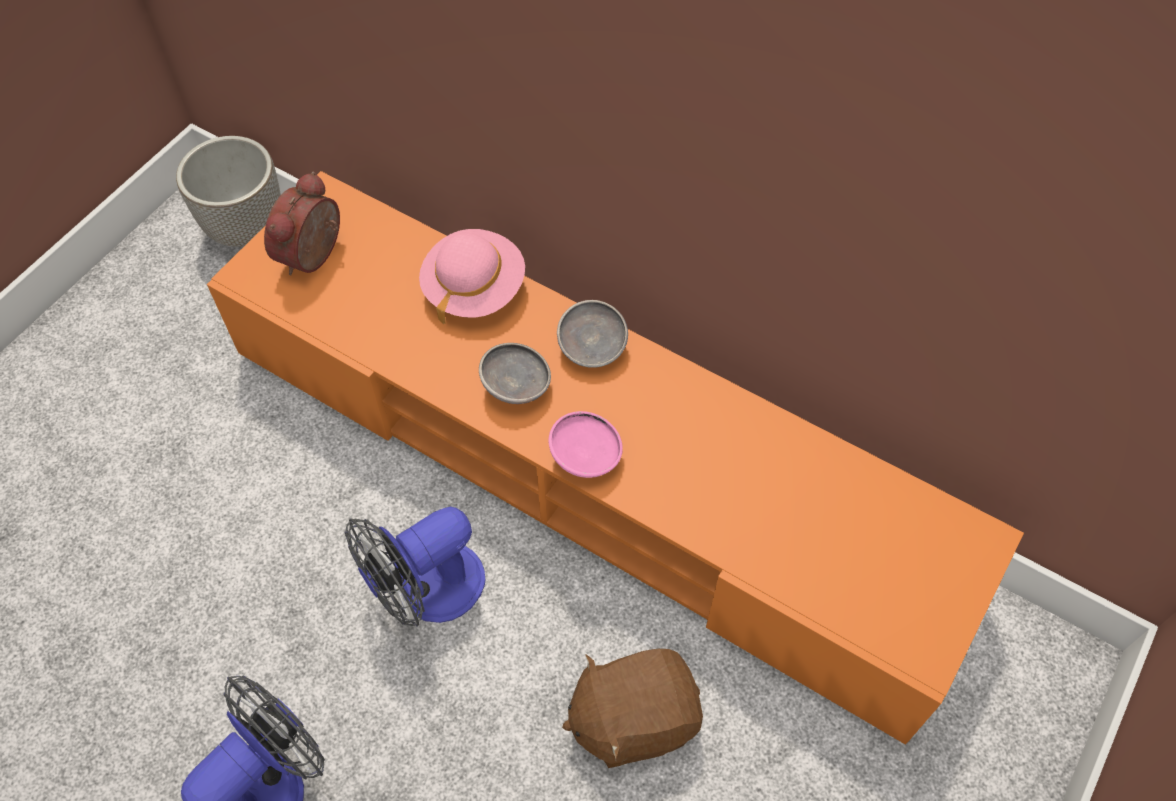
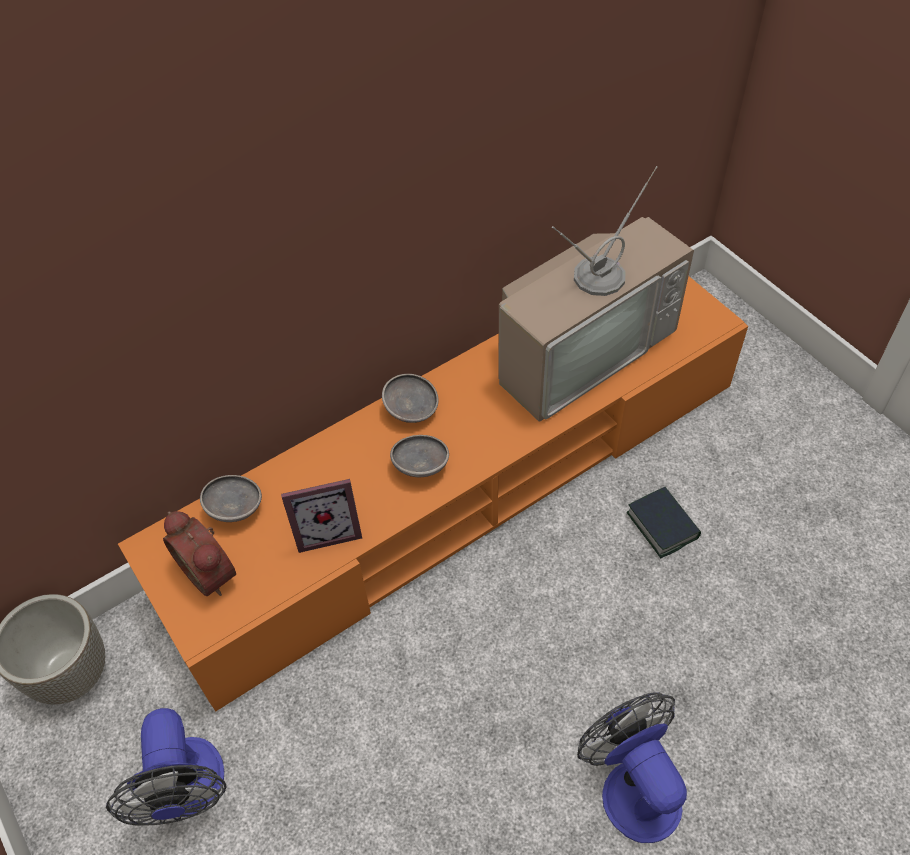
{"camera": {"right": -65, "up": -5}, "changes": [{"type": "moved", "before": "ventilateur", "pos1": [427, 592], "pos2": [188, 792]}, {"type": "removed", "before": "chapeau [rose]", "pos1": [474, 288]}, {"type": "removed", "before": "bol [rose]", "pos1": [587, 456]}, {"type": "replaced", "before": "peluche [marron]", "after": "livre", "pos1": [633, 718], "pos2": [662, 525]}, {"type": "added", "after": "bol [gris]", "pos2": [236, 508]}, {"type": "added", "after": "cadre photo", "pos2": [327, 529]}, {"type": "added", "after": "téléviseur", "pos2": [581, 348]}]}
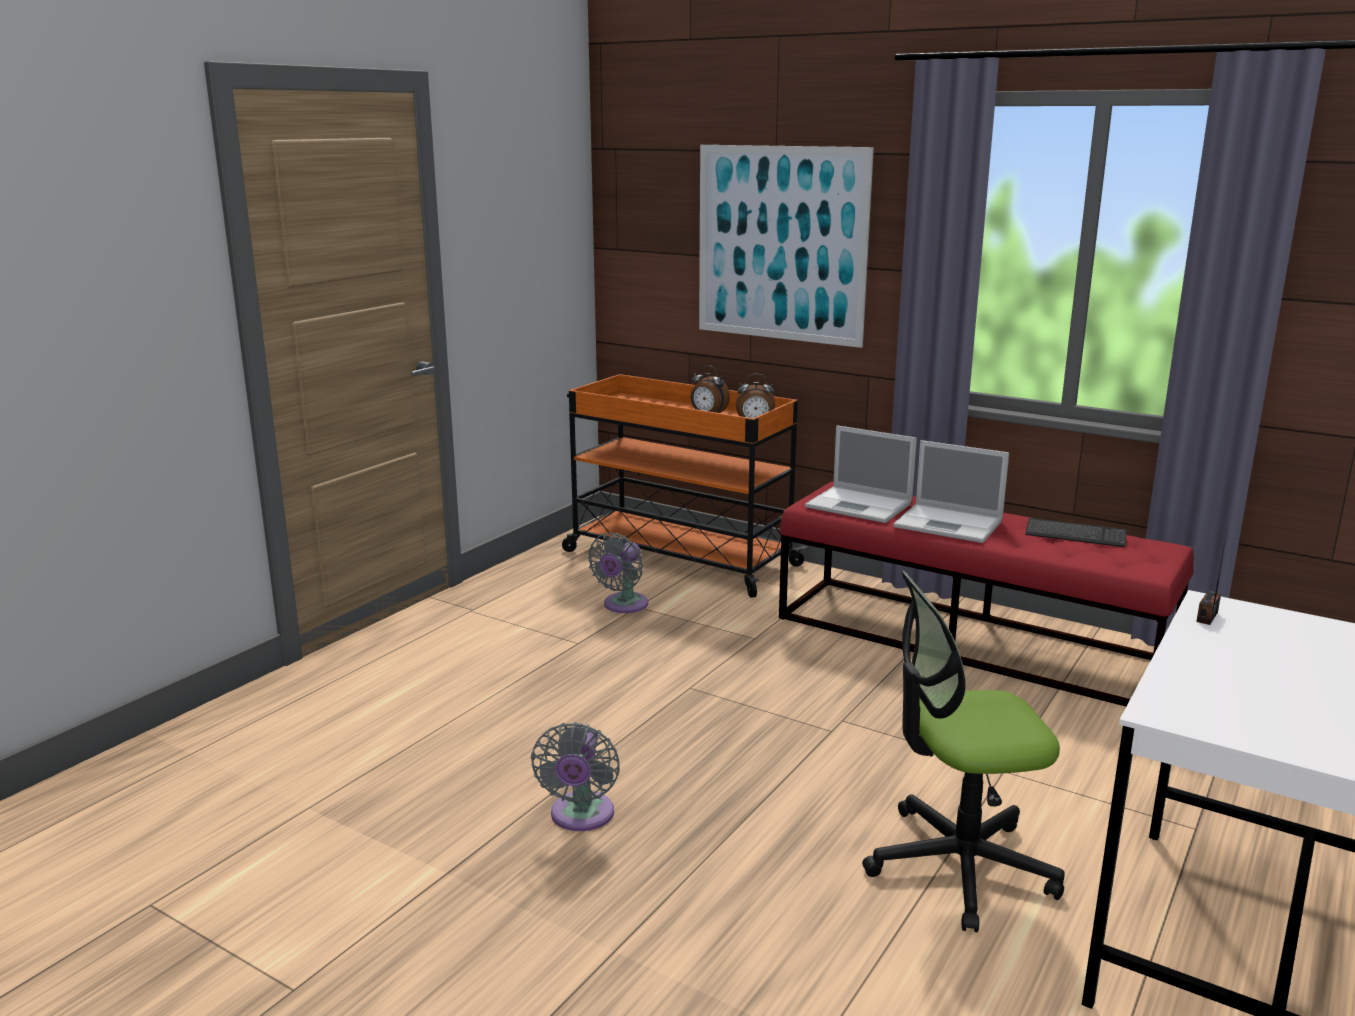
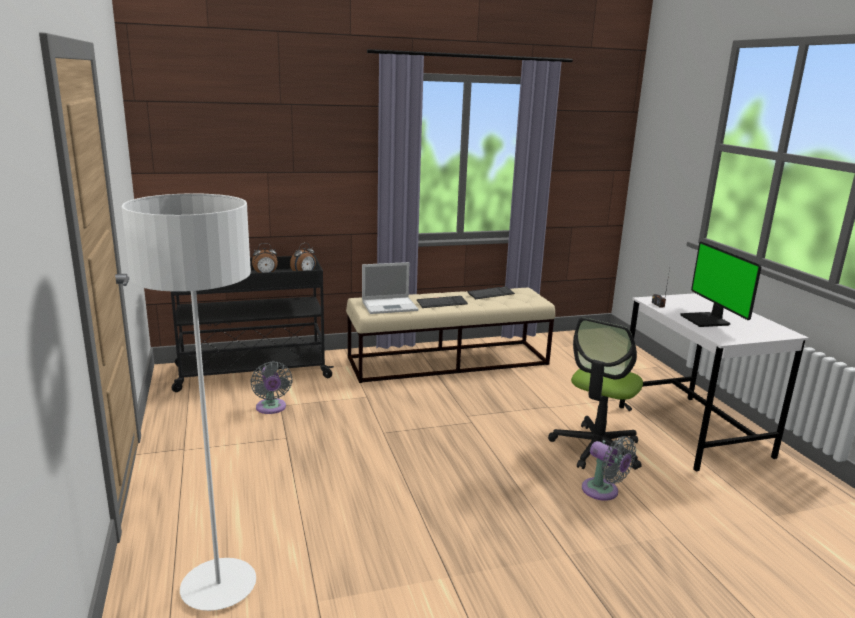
{"camera": {"right": -50, "up": 0}, "changes": [{"type": "moved", "before": "ventilateur [gris]", "pos1": [581, 817], "pos2": [603, 492]}, {"type": "recoloured", "before": "chariot [orange]", "after": "chariot [noir]", "pos1": [678, 557], "pos2": [251, 372]}, {"type": "removed", "before": "tableau", "pos1": [781, 244]}, {"type": "recoloured", "before": "banc [rouge]", "after": "banc [beige]", "pos1": [969, 640], "pos2": [449, 361]}, {"type": "replaced", "before": "ordinateur portable", "after": "clavier", "pos1": [950, 524], "pos2": [442, 303]}, {"type": "added", "after": "lampadaire [blanc]", "pos2": [218, 587]}, {"type": "added", "after": "écran d'ordinateur", "pos2": [707, 320]}]}
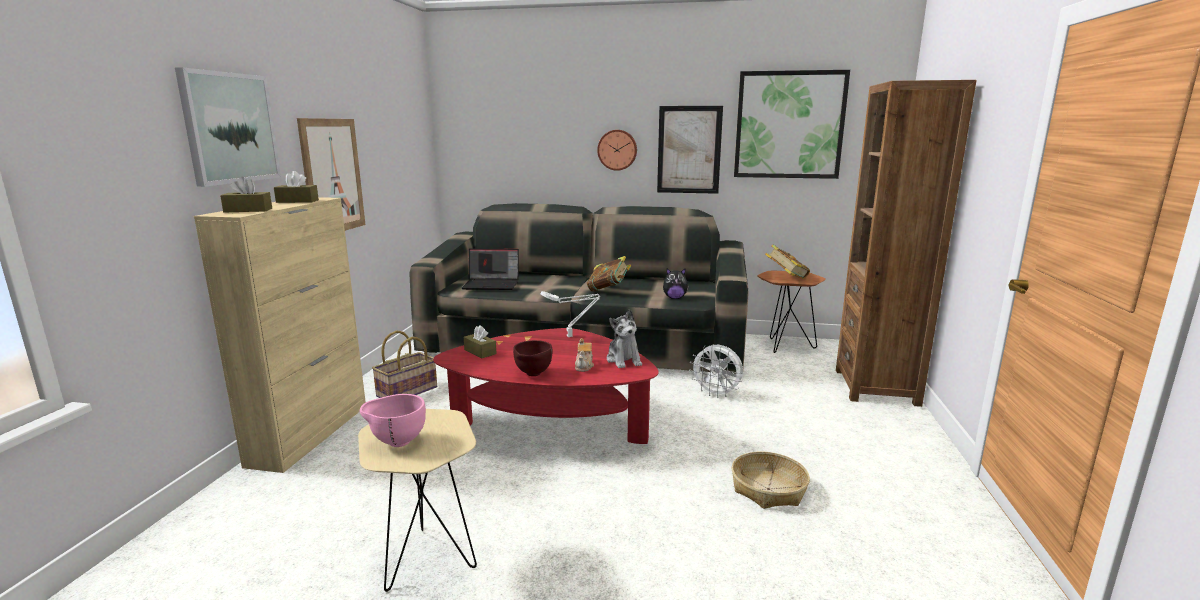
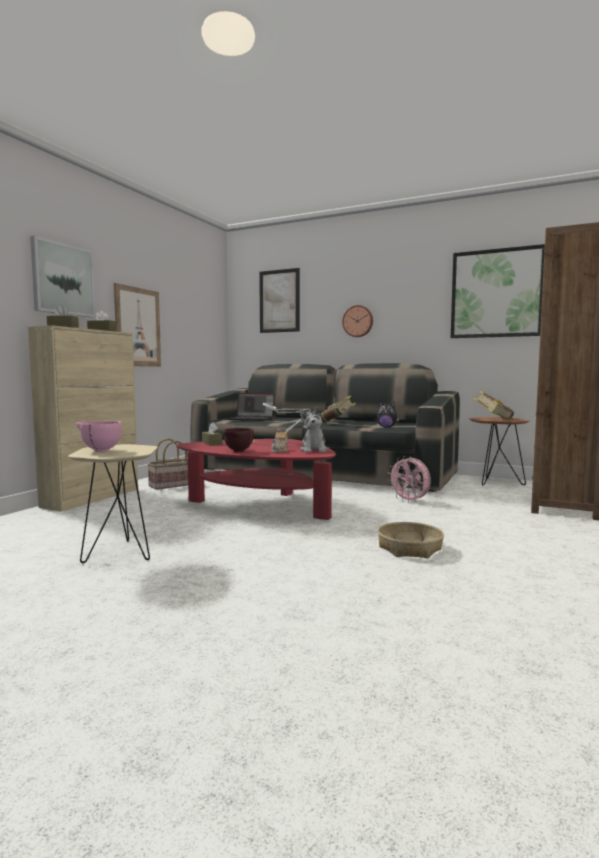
{"camera": {"right": 15, "up": -10}, "changes": [{"type": "moved", "before": "tableau", "pos1": [689, 150], "pos2": [279, 301]}, {"type": "recoloured", "before": "ventilateur [blanc]", "after": "ventilateur [rose]", "pos1": [716, 394], "pos2": [410, 501]}]}
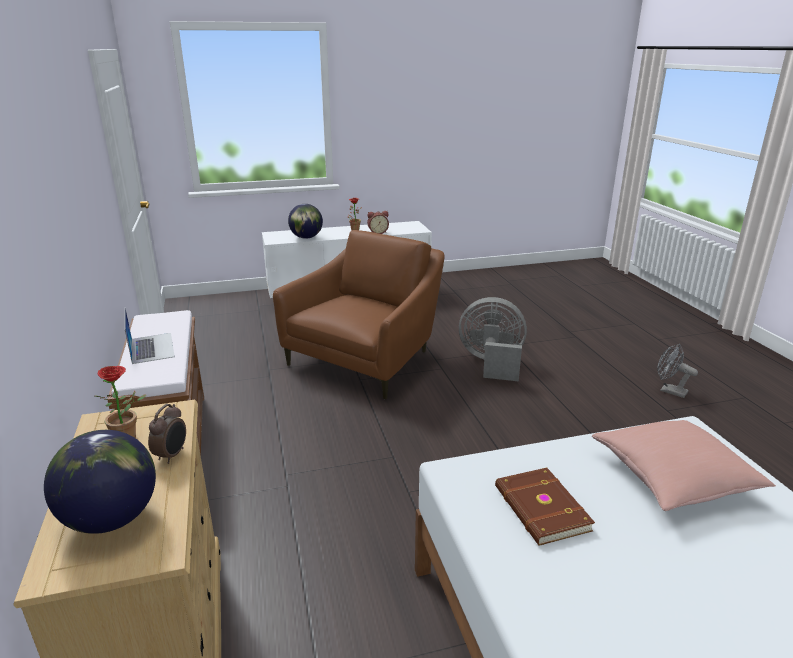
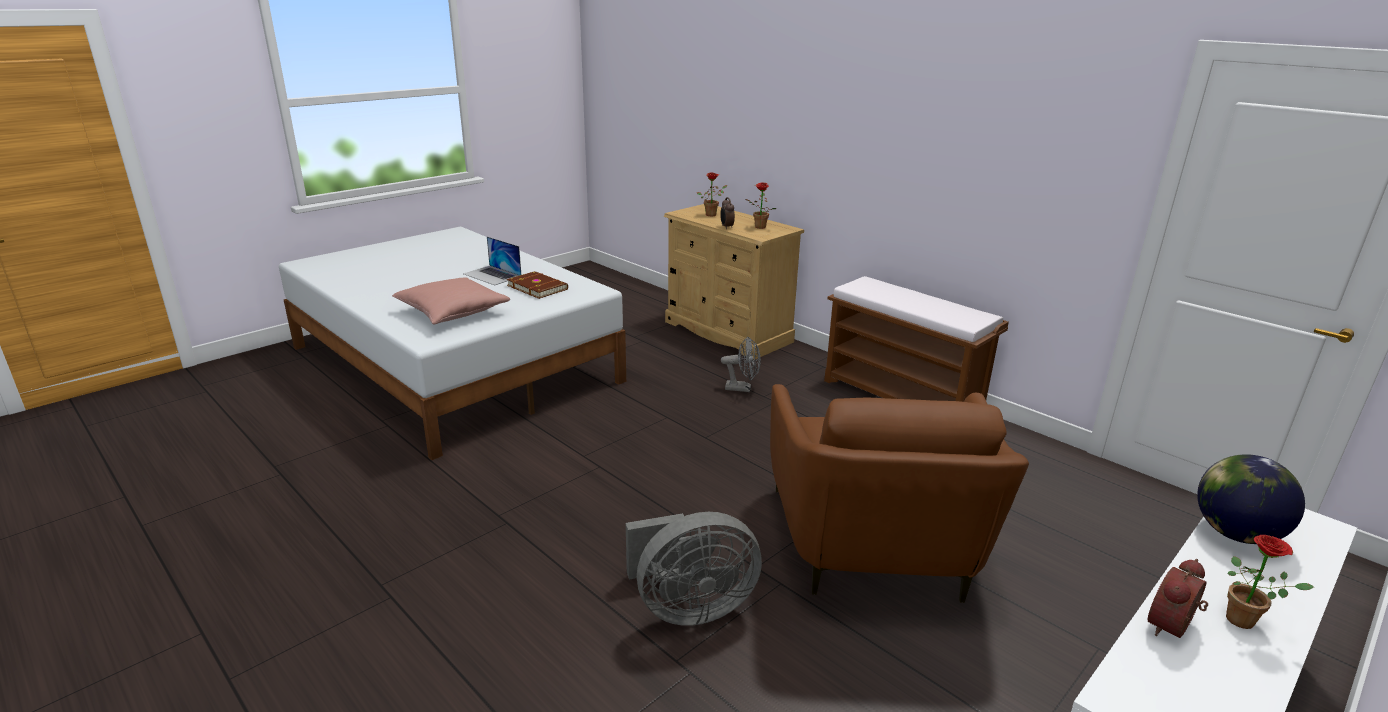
{"camera": {"right": 150, "up": 0}, "changes": [{"type": "replaced", "before": "globe", "after": "plante en pot", "pos1": [111, 519], "pos2": [712, 214]}, {"type": "moved", "before": "ordinateur portable", "pos1": [152, 348], "pos2": [492, 275]}, {"type": "moved", "before": "ventilateur [gris]", "pos1": [669, 391], "pos2": [742, 388]}]}
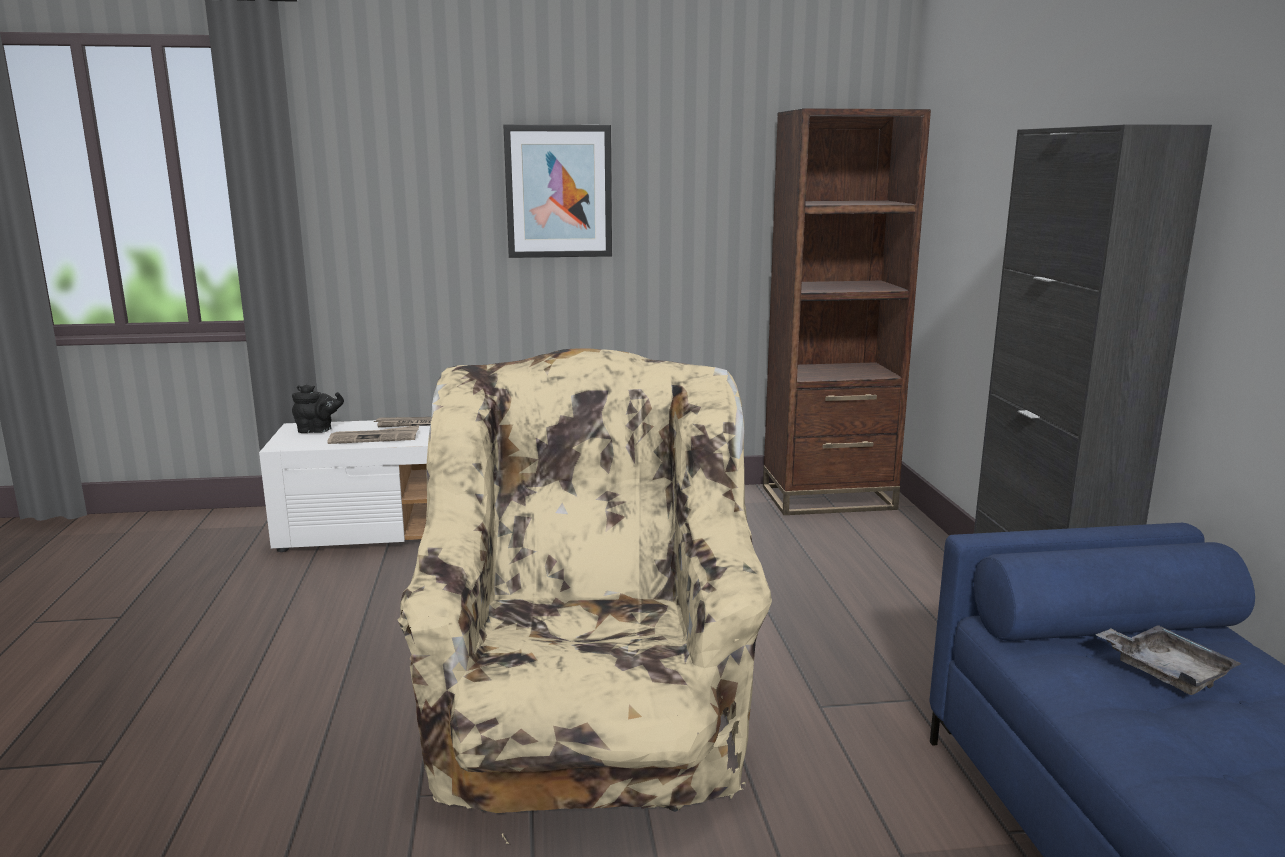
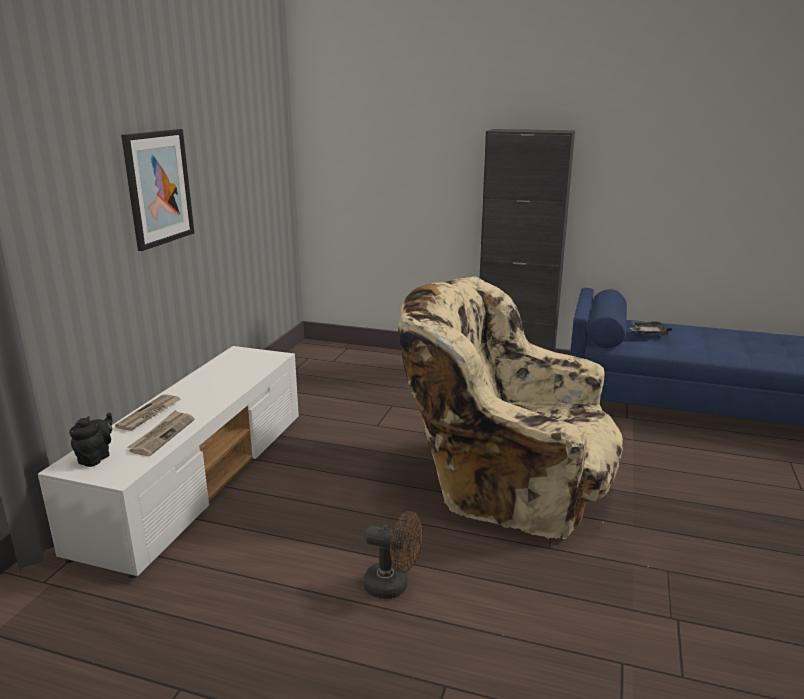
{"camera": {"right": -65, "up": 5}, "changes": [{"type": "removed", "before": "bibliothèque [marron]", "pos1": [828, 498]}, {"type": "added", "after": "ventilateur [marron]", "pos2": [393, 586]}]}
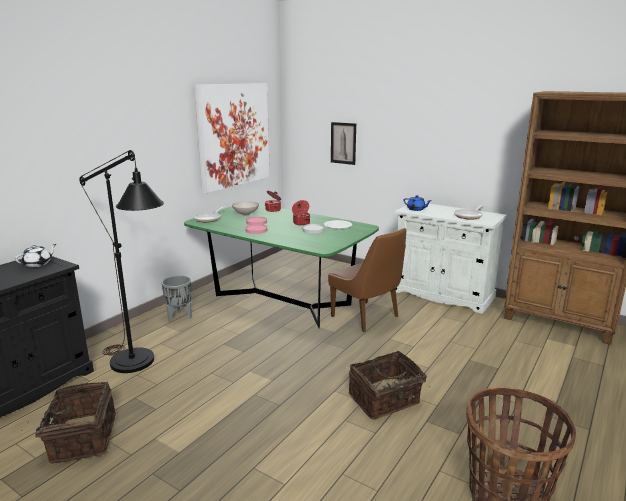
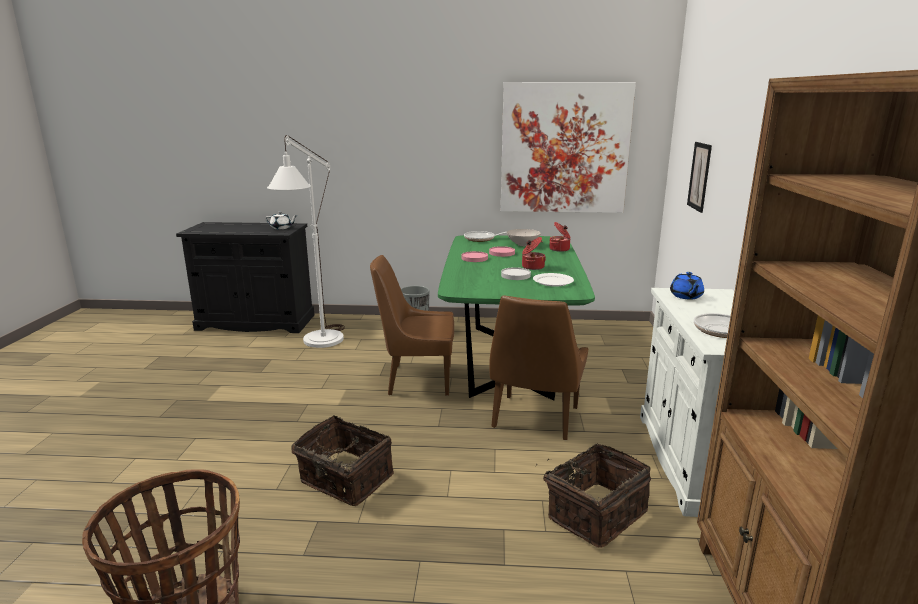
{"camera": {"right": 60, "up": 0}, "changes": [{"type": "moved", "before": "panier", "pos1": [81, 438], "pos2": [594, 513]}, {"type": "recoloured", "before": "lampadaire [noir]", "after": "lampadaire [blanc]", "pos1": [139, 365], "pos2": [319, 344]}, {"type": "added", "after": "chaise [marron]", "pos2": [417, 380]}]}
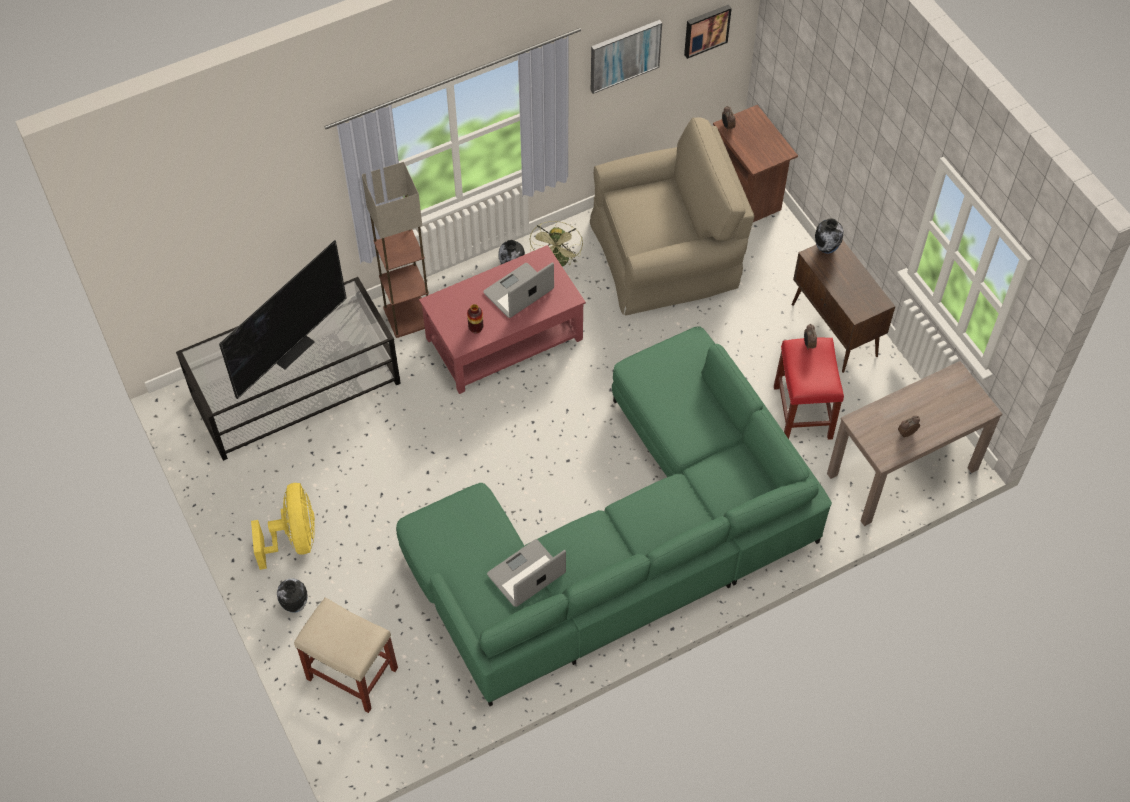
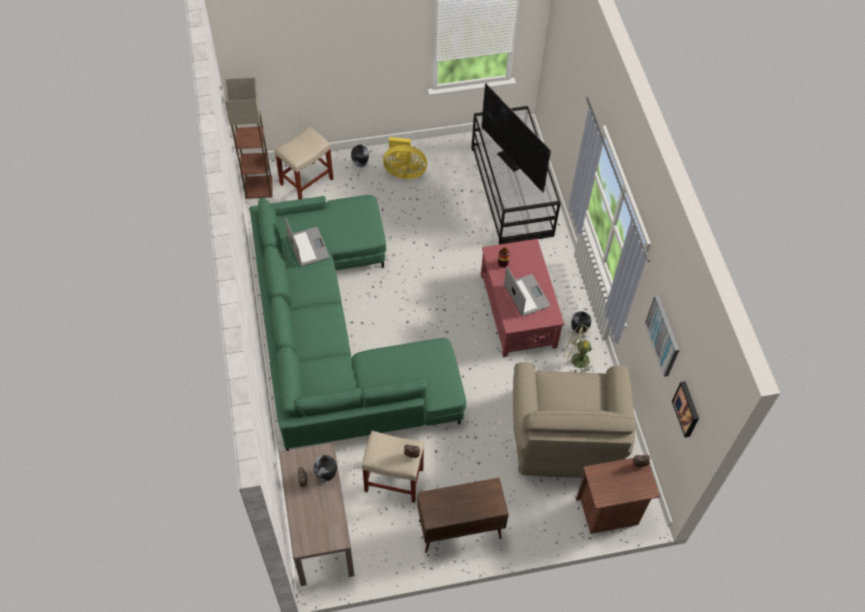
{"camera": {"right": 105, "up": 0}, "changes": [{"type": "moved", "before": "lampadaire", "pos1": [407, 316], "pos2": [259, 187]}, {"type": "recoloured", "before": "tabouret [rouge]", "after": "tabouret [beige]", "pos1": [803, 413], "pos2": [393, 479]}, {"type": "moved", "before": "vase", "pos1": [826, 249], "pos2": [326, 475]}]}
